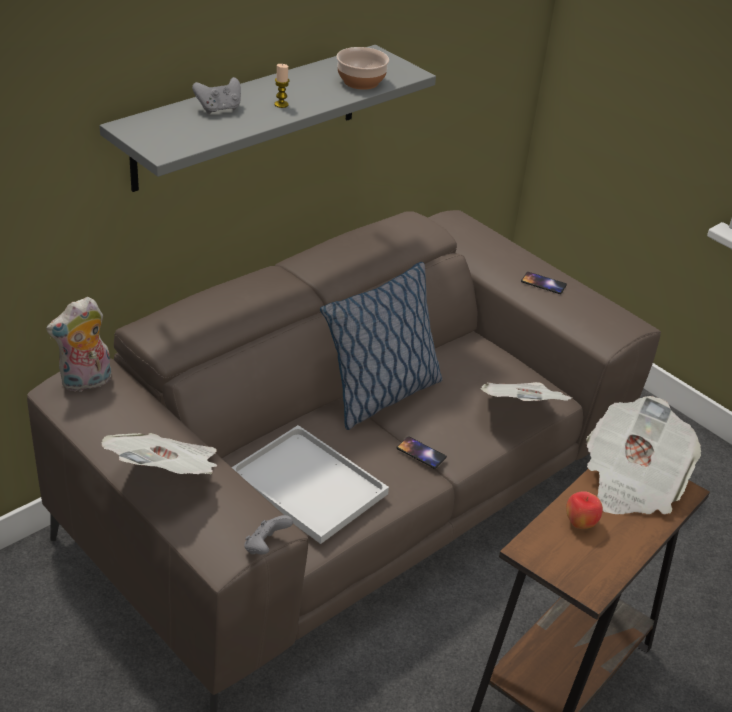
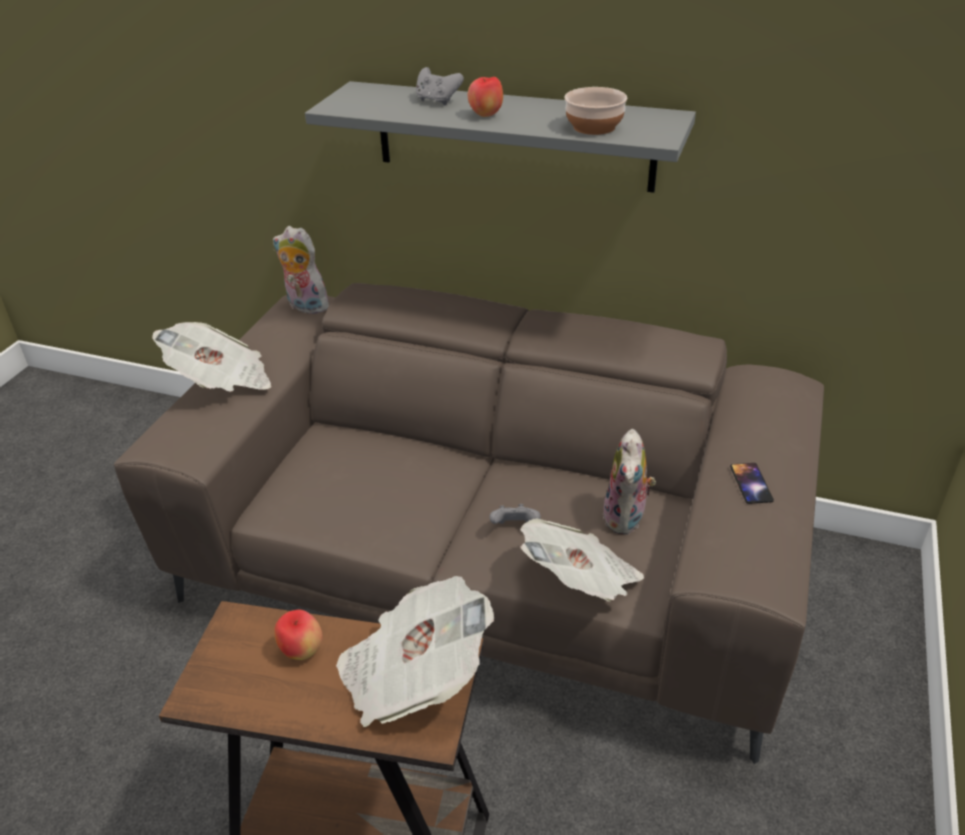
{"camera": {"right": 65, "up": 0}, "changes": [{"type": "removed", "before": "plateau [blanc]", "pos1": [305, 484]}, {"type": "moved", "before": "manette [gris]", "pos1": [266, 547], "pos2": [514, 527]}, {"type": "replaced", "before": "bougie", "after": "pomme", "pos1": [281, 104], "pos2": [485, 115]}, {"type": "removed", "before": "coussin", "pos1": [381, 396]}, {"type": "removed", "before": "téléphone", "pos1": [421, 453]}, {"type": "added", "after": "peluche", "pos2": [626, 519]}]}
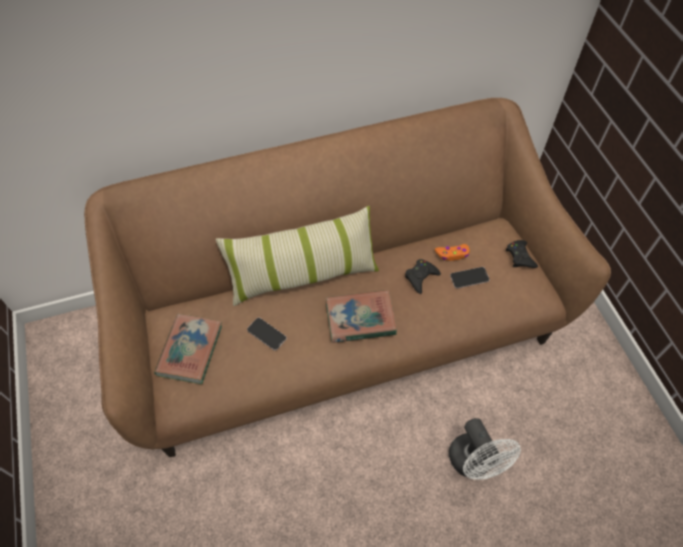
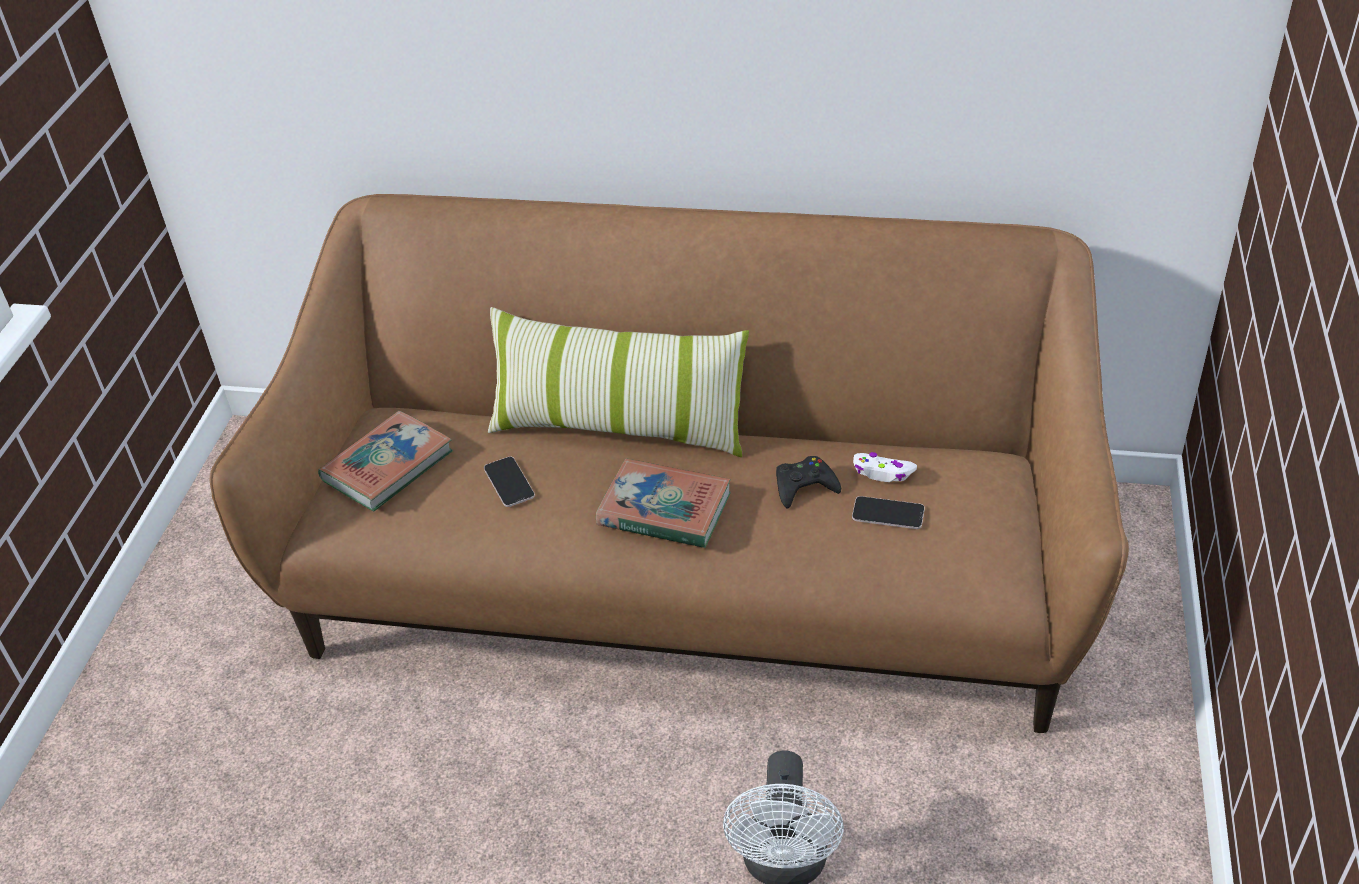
{"camera": {"right": 30, "up": -15}, "changes": [{"type": "recoloured", "before": "manette [orange]", "after": "manette [blanc]", "pos1": [452, 254], "pos2": [883, 472]}, {"type": "removed", "before": "manette [noir]", "pos1": [520, 257]}]}
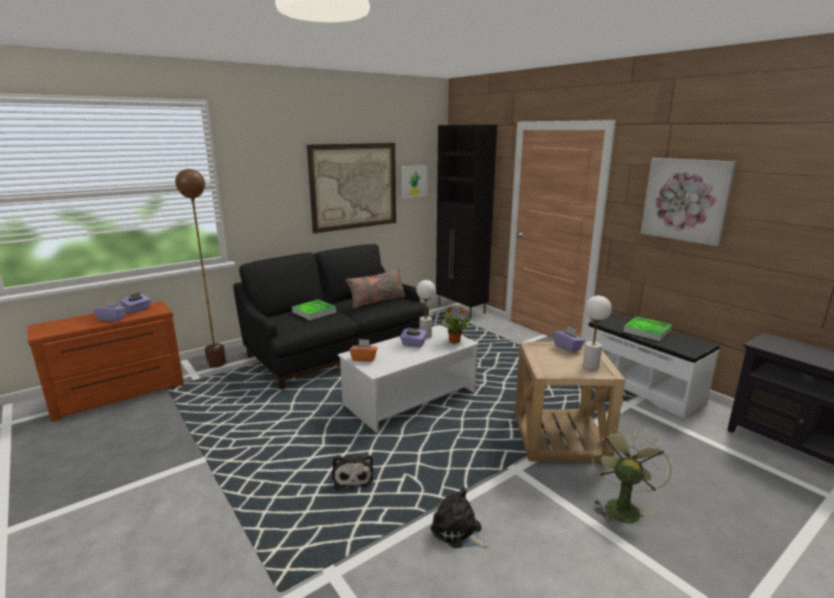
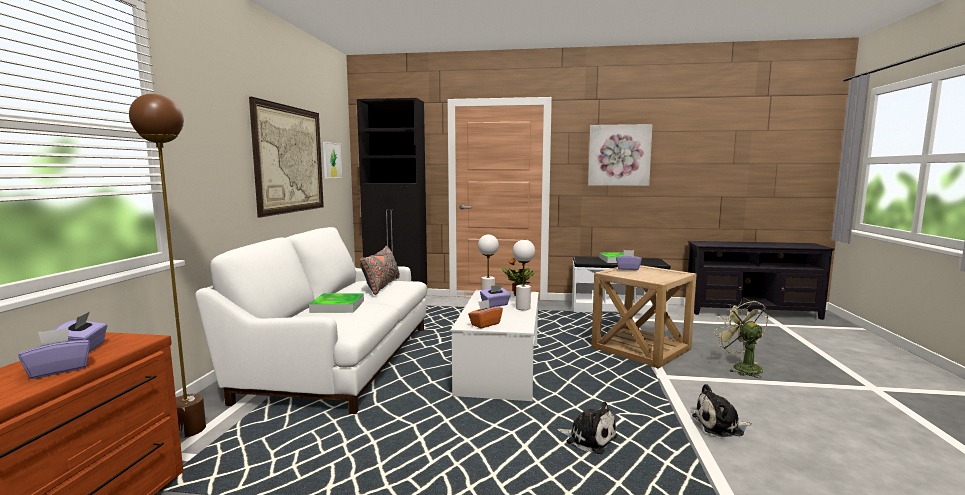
{"camera": {"right": -45, "up": -10}, "changes": [{"type": "recoloured", "before": "canapé [noir]", "after": "canapé [blanc]", "pos1": [337, 349], "pos2": [339, 360]}, {"type": "moved", "before": "lampe de table [blanc]", "pos1": [591, 366], "pos2": [523, 308]}]}
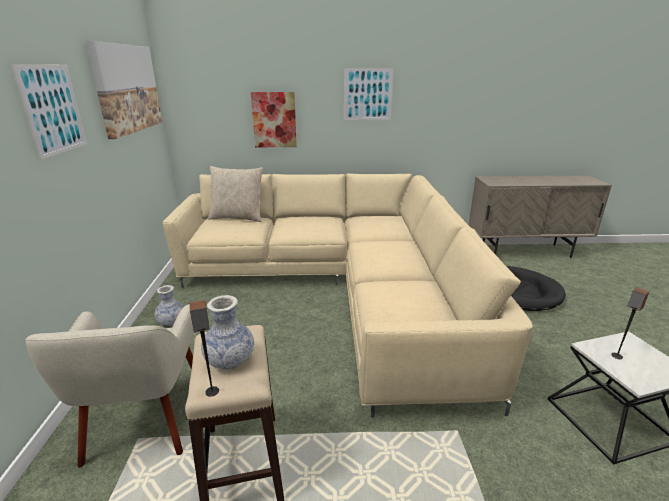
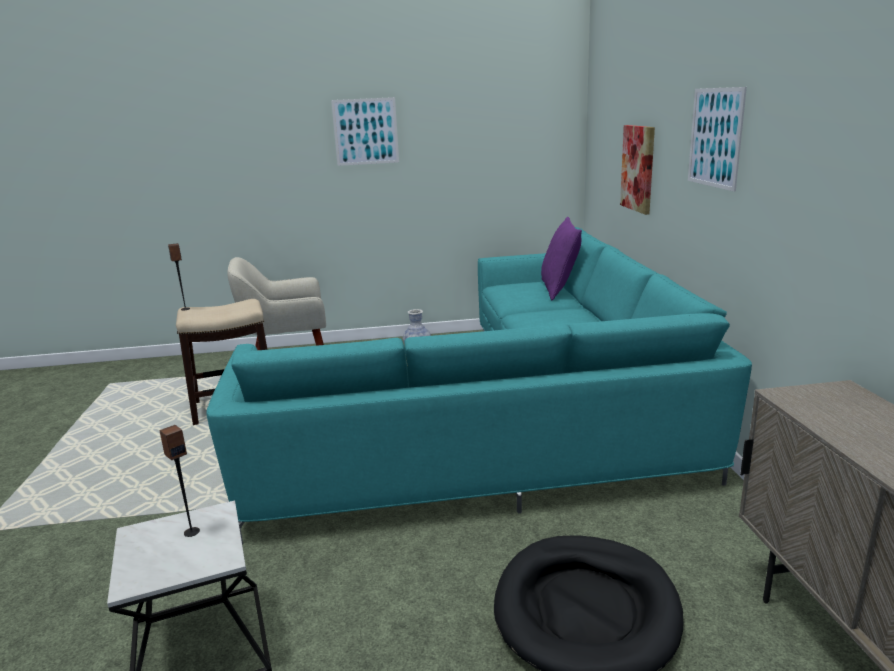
{"camera": {"right": 85, "up": -5}, "changes": [{"type": "removed", "before": "tableau", "pos1": [127, 88]}, {"type": "recoloured", "before": "canapé [beige]", "after": "canapé [turquoise]", "pos1": [341, 289], "pos2": [515, 421]}, {"type": "removed", "before": "vase", "pos1": [230, 360]}, {"type": "recoloured", "before": "coussin [beige]", "after": "coussin [violet]", "pos1": [237, 217], "pos2": [559, 289]}]}
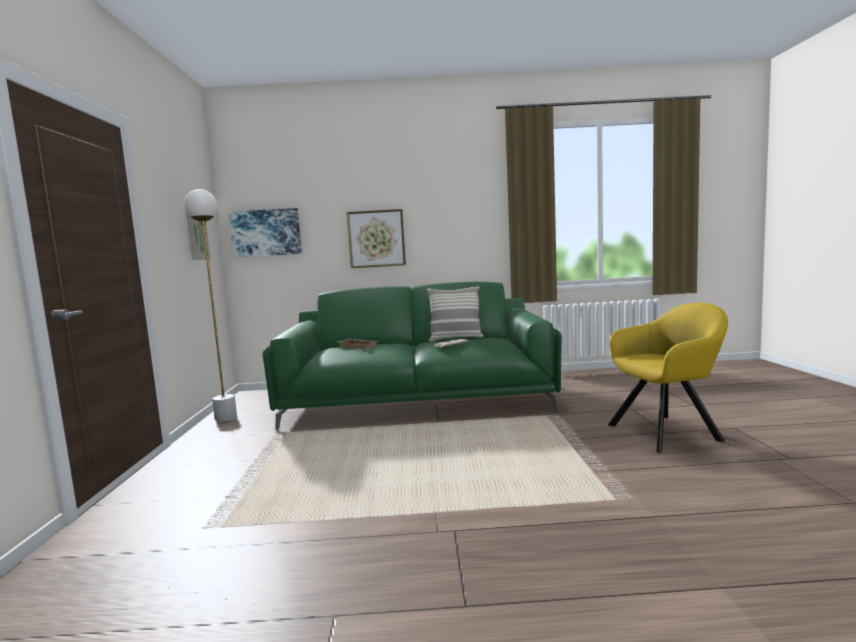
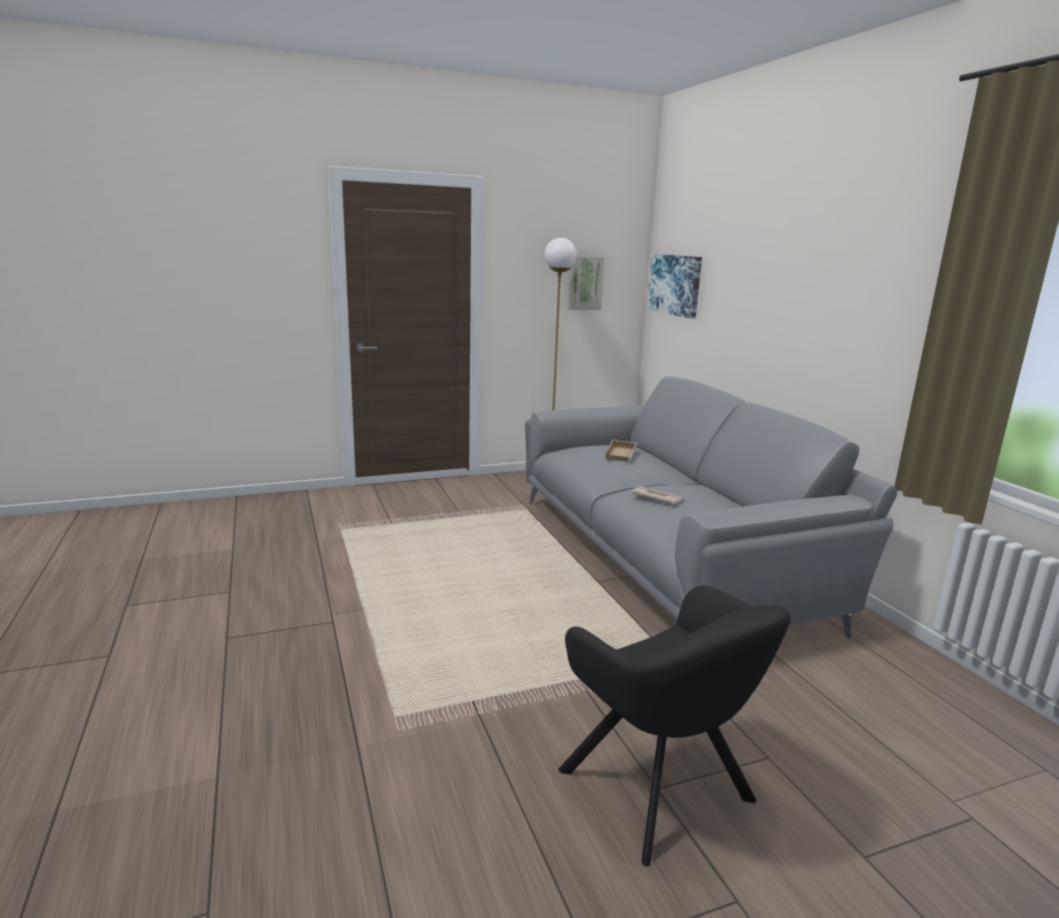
{"camera": {"right": 70, "up": 10}, "changes": [{"type": "recoloured", "before": "canapé [vert]", "after": "canapé [gris]", "pos1": [418, 401], "pos2": [667, 558]}, {"type": "removed", "before": "tableau", "pos1": [376, 239]}, {"type": "removed", "before": "coussin", "pos1": [455, 338]}, {"type": "recoloured", "before": "fauteuil [jaune]", "after": "fauteuil [noir]", "pos1": [668, 431], "pos2": [662, 793]}]}
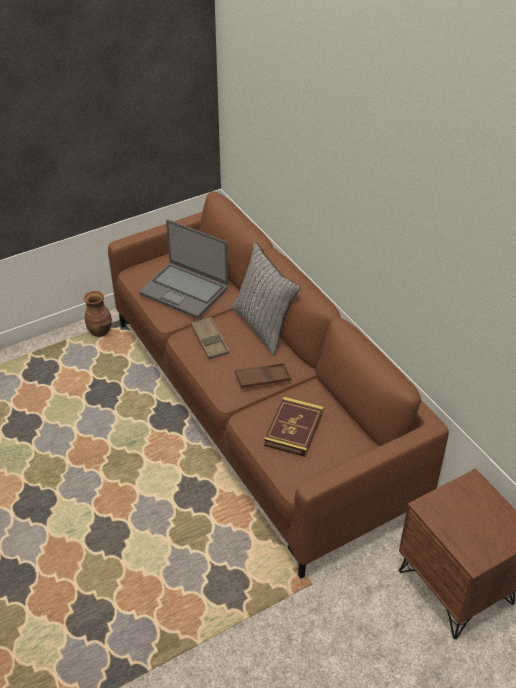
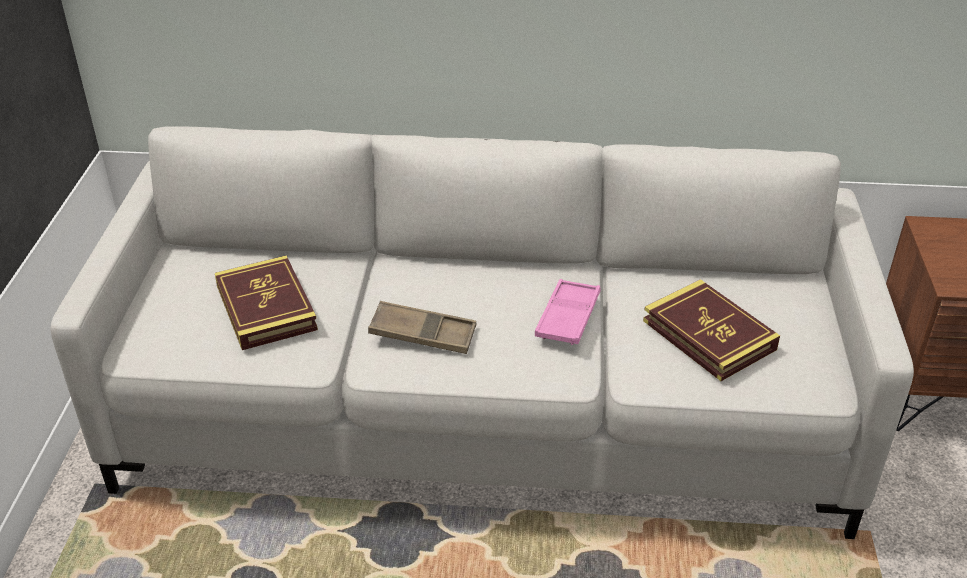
{"camera": {"right": -55, "up": -5}, "changes": [{"type": "removed", "before": "vase", "pos1": [100, 331]}, {"type": "recoloured", "before": "canapé [marron]", "after": "canapé [gris]", "pos1": [258, 409], "pos2": [483, 419]}, {"type": "replaced", "before": "ordinateur portable", "after": "livre", "pos1": [184, 290], "pos2": [266, 308]}, {"type": "removed", "before": "coussin [gris]", "pos1": [264, 326]}, {"type": "recoloured", "before": "plateau [marron]", "after": "plateau [rose]", "pos1": [263, 378], "pos2": [568, 317]}]}
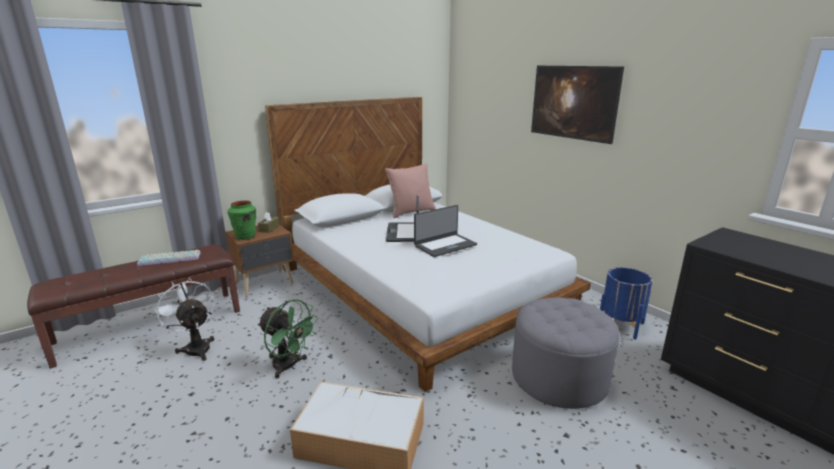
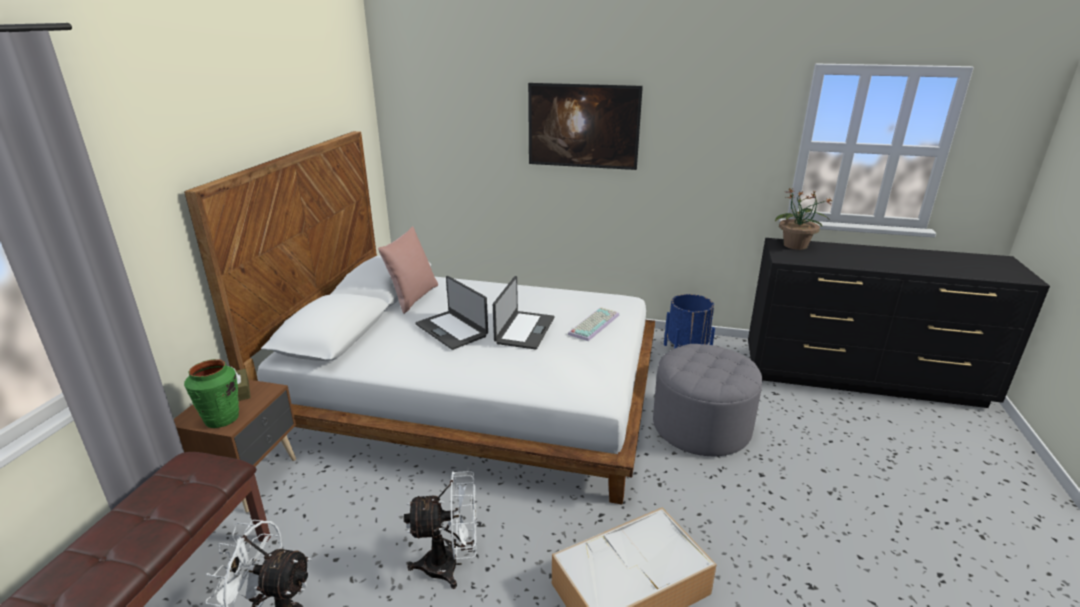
{"camera": {"right": -40, "up": 5}, "changes": [{"type": "moved", "before": "clavier", "pos1": [171, 258], "pos2": [593, 324]}, {"type": "recoloured", "before": "ventilateur [vert]", "after": "ventilateur [blanc]", "pos1": [289, 366], "pos2": [450, 565]}, {"type": "added", "after": "plante en pot", "pos2": [795, 246]}]}
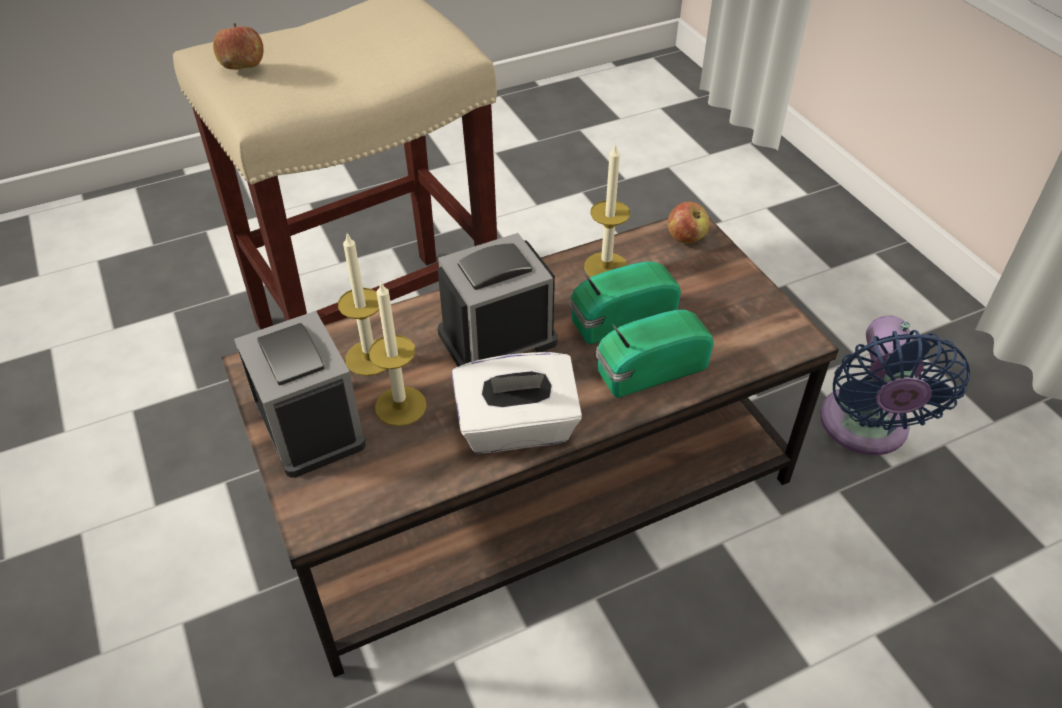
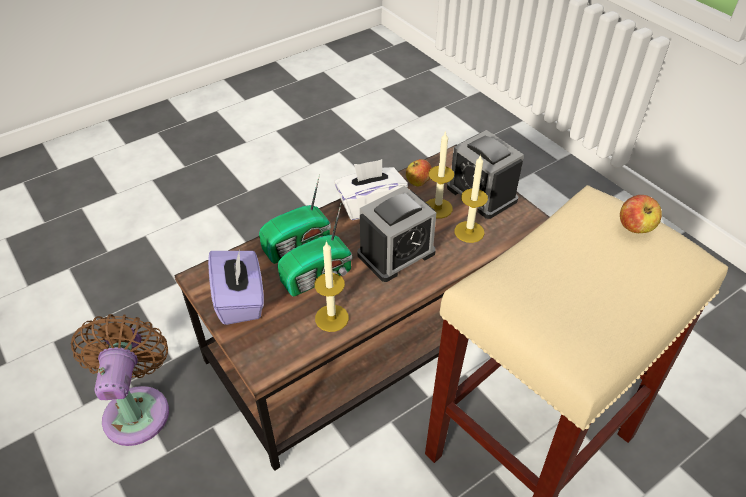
{"camera": {"right": 170, "up": 0}, "changes": [{"type": "moved", "before": "pomme", "pos1": [686, 238], "pos2": [418, 182]}, {"type": "recoloured", "before": "ventilateur [bleu]", "after": "ventilateur [marron]", "pos1": [865, 429], "pos2": [137, 408]}, {"type": "added", "after": "boîte à mouchoirs [violet]", "pos2": [240, 300]}]}
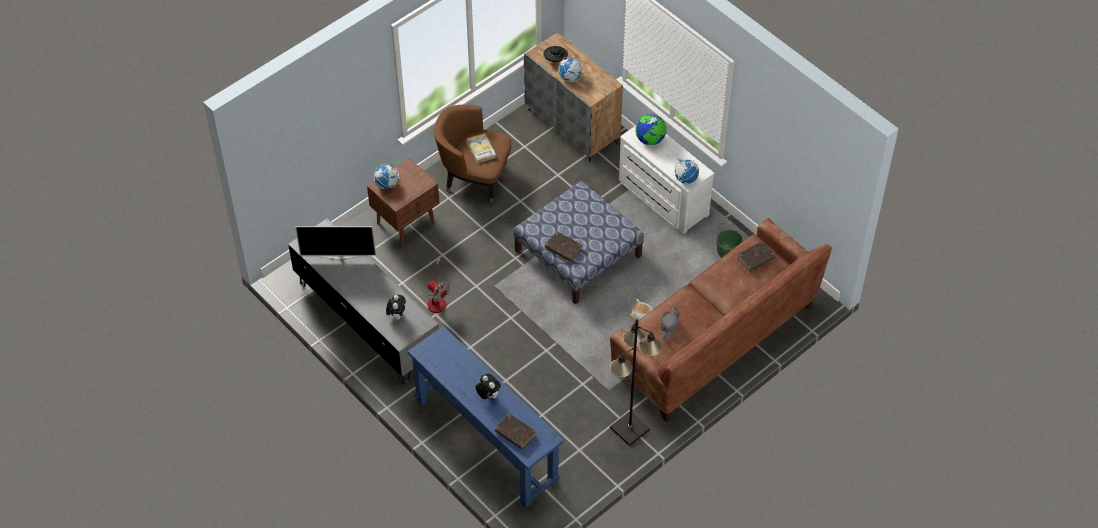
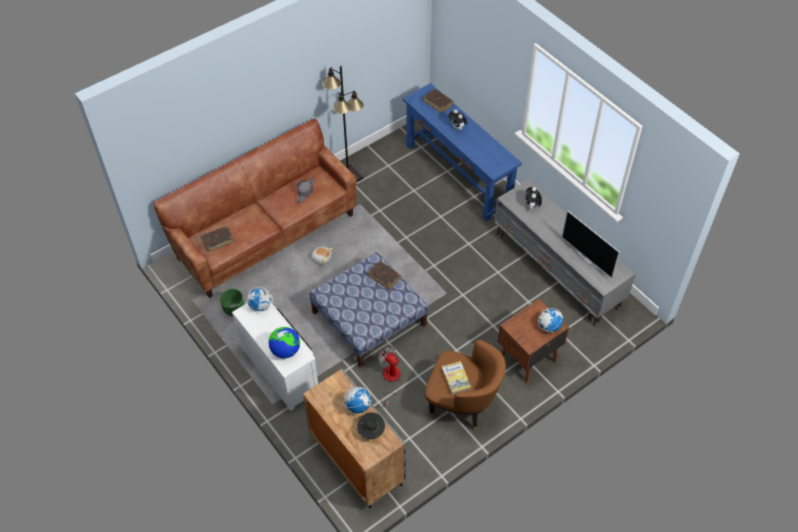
{"camera": {"right": -175, "up": 0}, "changes": [{"type": "turned", "before": "téléviseur", "pos1": [338, 256], "pos2": [587, 259], "turn": -135}, {"type": "moved", "before": "ventilateur", "pos1": [437, 299], "pos2": [390, 380]}]}
